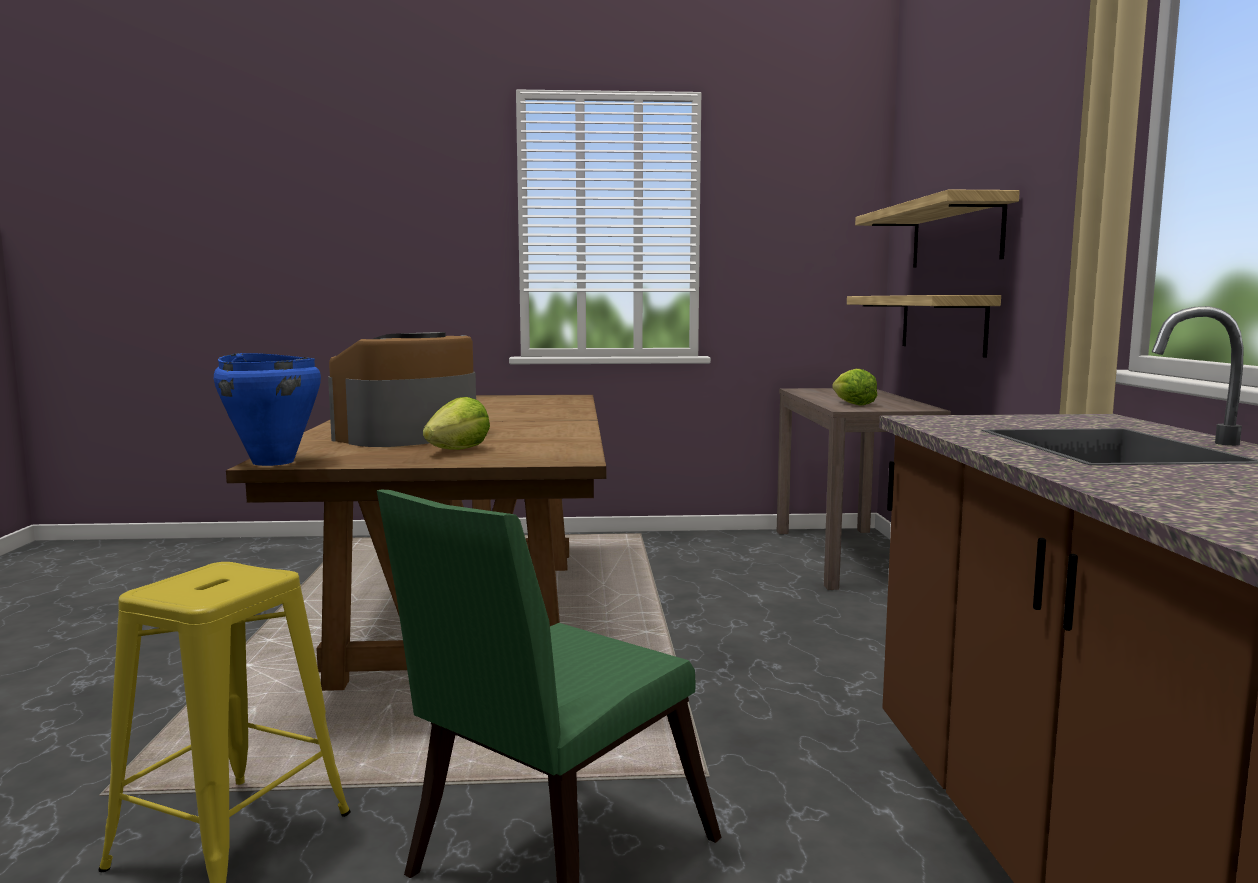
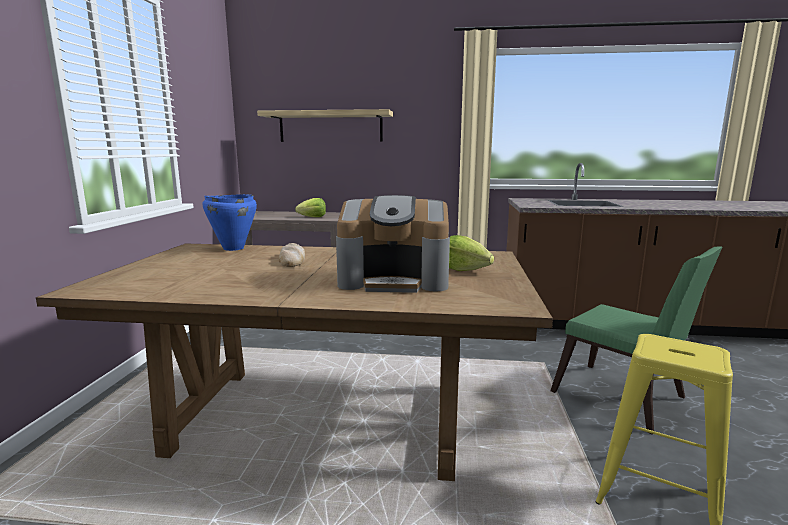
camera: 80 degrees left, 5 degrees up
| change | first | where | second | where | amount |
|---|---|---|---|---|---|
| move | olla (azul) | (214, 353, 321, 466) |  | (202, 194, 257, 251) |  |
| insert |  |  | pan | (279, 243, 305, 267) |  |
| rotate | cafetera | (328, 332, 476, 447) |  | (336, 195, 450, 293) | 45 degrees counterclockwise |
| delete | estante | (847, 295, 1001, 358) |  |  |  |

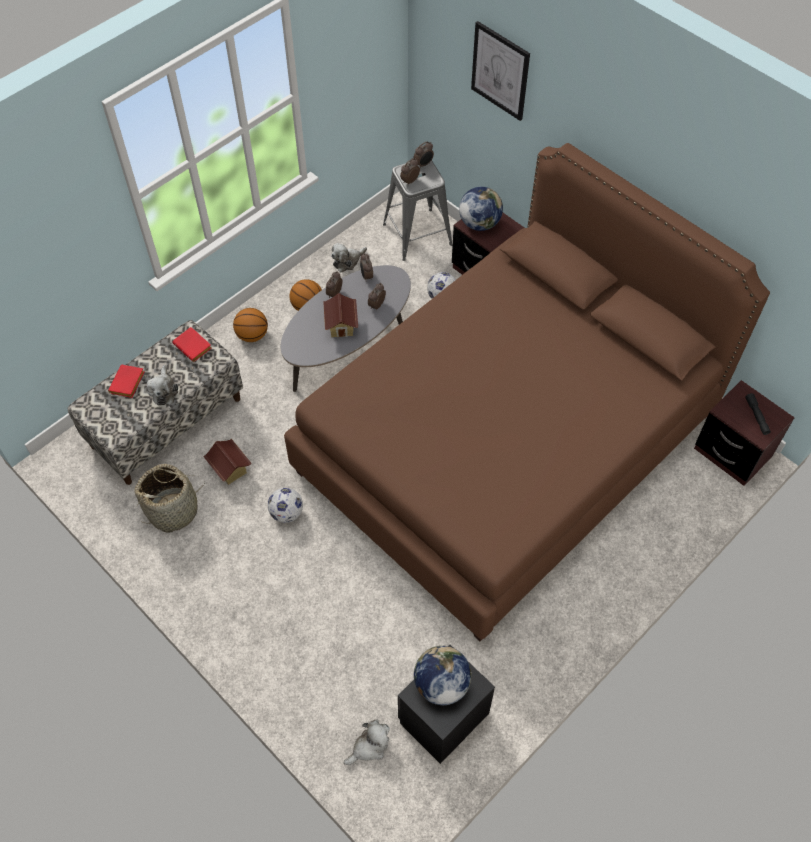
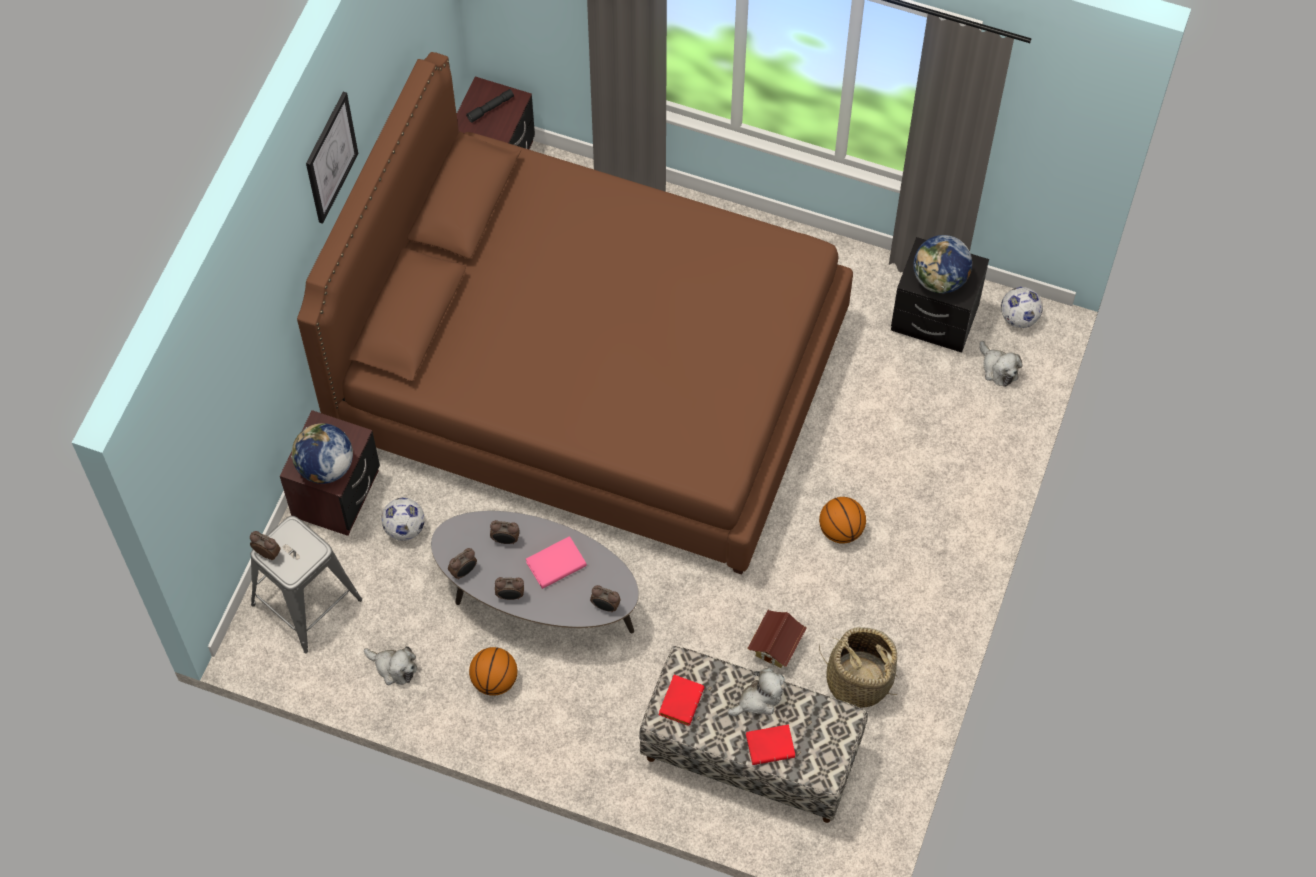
camera: 115 degrees left, 5 degrees up
| change | first | where | second | where | amount |
|---|---|---|---|---|---|
| move | cuadro | (471, 21, 530, 121) |  | (306, 92, 358, 224) |  |
| replace | casita | (323, 293, 358, 337) | libro (rosa) | (526, 536, 587, 589) |  |
| move | despertador | (400, 158, 420, 184) |  | (590, 585, 621, 613) |  |
| move | balón de baloncesto | (233, 308, 268, 342) |  | (819, 497, 866, 544) |  |
| rotate | peluche | (344, 720, 390, 765) |  | (980, 341, 1023, 387) | 150 degrees counterclockwise |
| move | balón de fútbol | (268, 488, 303, 523) |  | (1001, 287, 1043, 328) |  |

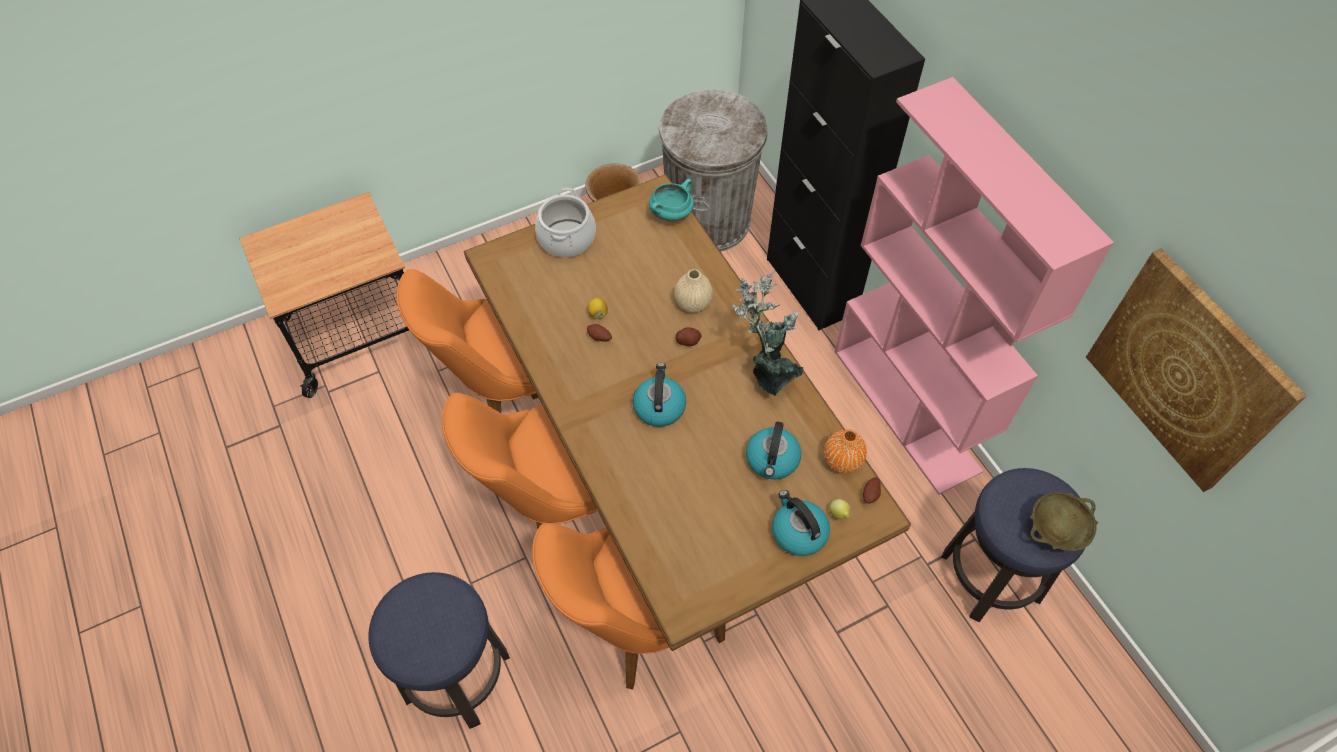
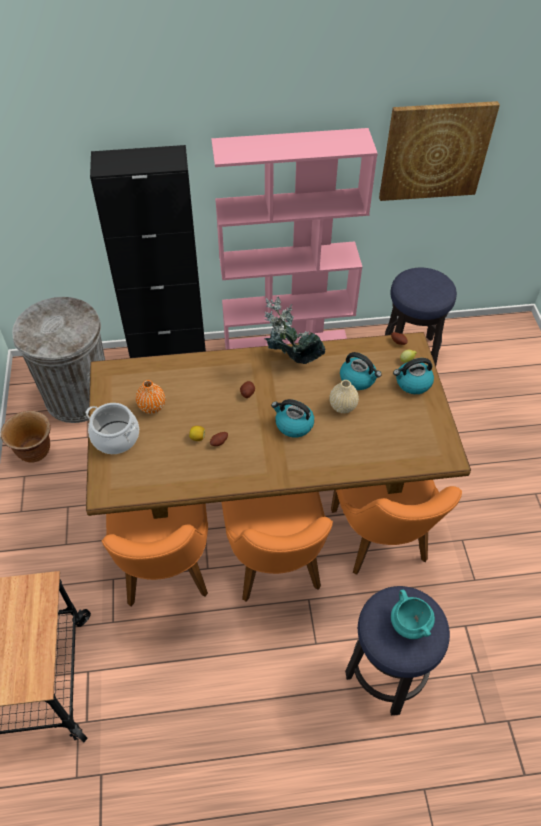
camera: 70 degrees left, 5 degrees down
| change | first | where | second | where | amount |
|---|---|---|---|---|---|
| move | florero (naranja) | (824, 429, 867, 474) |  | (136, 380, 165, 414) |  |
| move | florero (beis) | (674, 269, 713, 313) |  | (329, 380, 359, 413) |  |
| move | olla (turquesa) | (649, 179, 694, 222) |  | (391, 590, 435, 639) |  |
| delete | cuenco (beis) | (1030, 492, 1098, 551) |  |  |  |

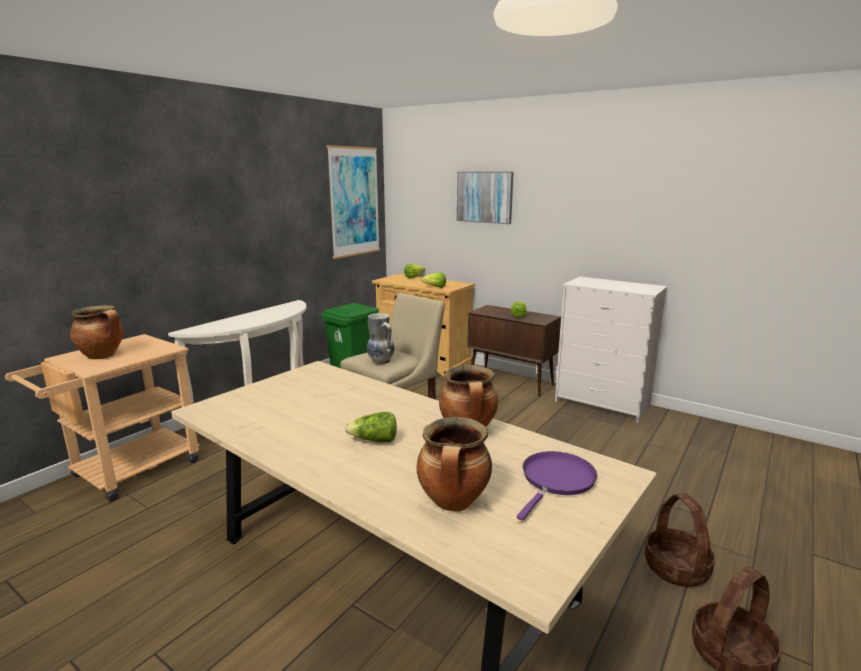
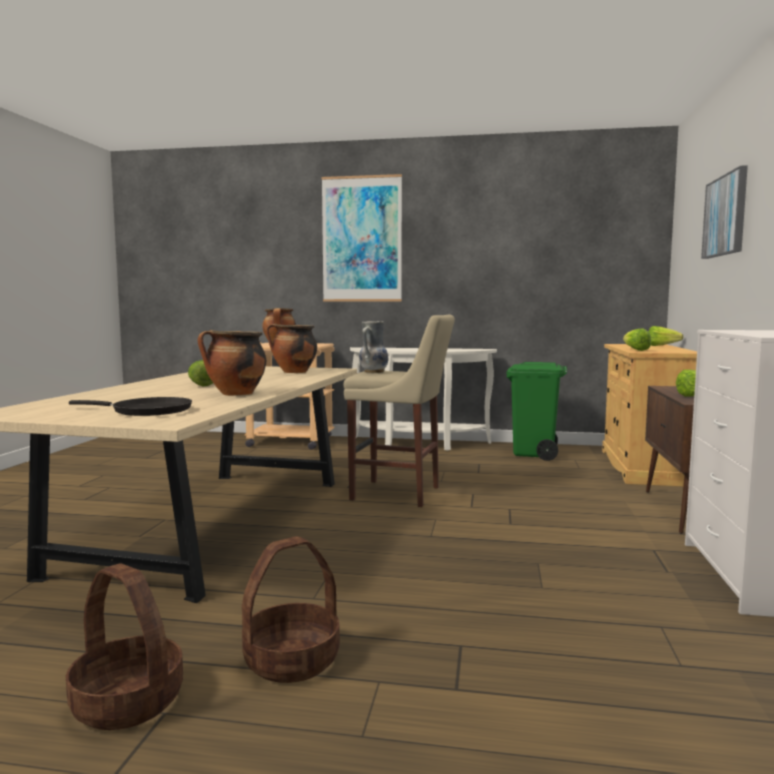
camera: 65 degrees right, 10 degrees down
| change | first | where | second | where | amount |
|---|---|---|---|---|---|
| recolor | sartén (morado) | (517, 451, 597, 521) | sartén (negro) | (69, 397, 192, 416) |  |
| move | olla | (416, 417, 492, 511) |  | (266, 324, 317, 373) |  |
| move | cuadro | (327, 145, 380, 259) |  | (321, 174, 402, 302) |  |

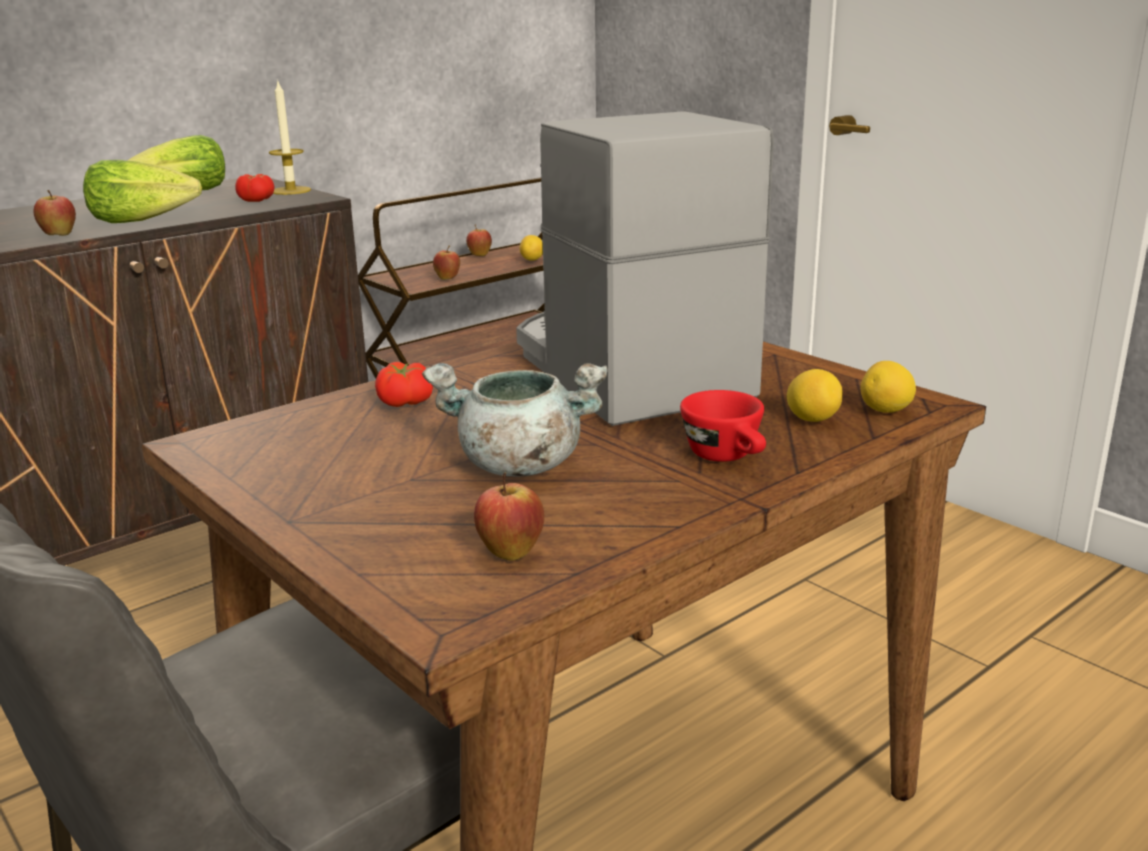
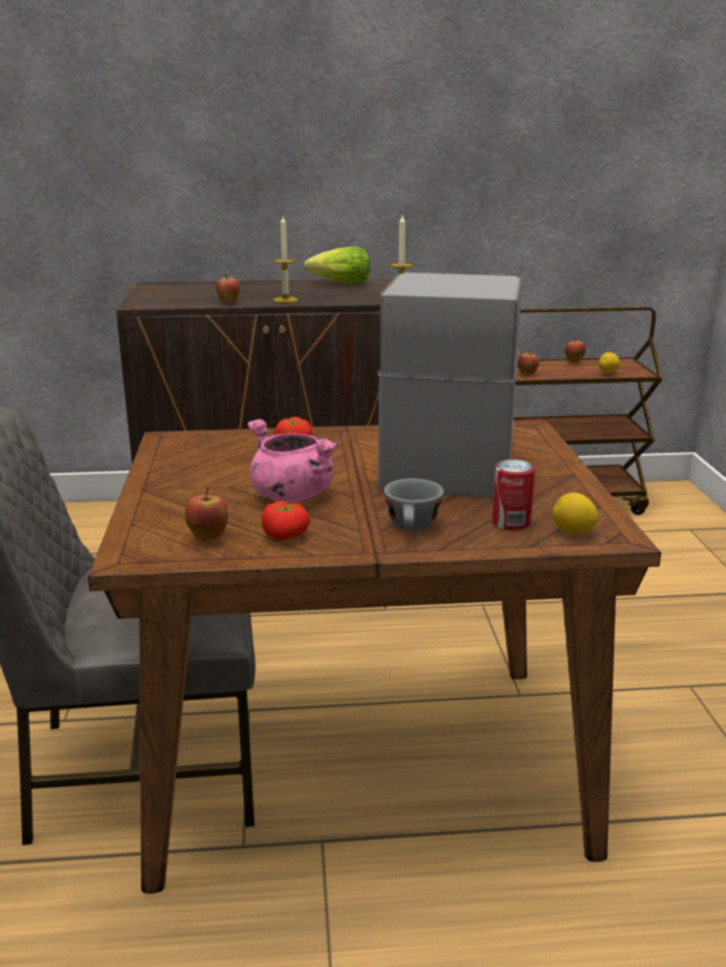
camera: 35 degrees right, 0 degrees up
| change | first | where | second | where | amount |
|---|---|---|---|---|---|
| recolor | olla (gris) | (422, 363, 608, 476) | olla (rosa) | (247, 419, 338, 503) |  |
| move | tomate | (235, 174, 274, 202) |  | (261, 501, 310, 541) |  |
| replace | lechuga | (83, 160, 202, 223) | vela | (273, 217, 298, 303) |  |
| recolor | taza (rojo) | (680, 390, 766, 462) | taza (gris) | (384, 478, 444, 531) |  |
| replace | limón | (787, 369, 843, 422) | lata | (492, 459, 535, 531) |  |

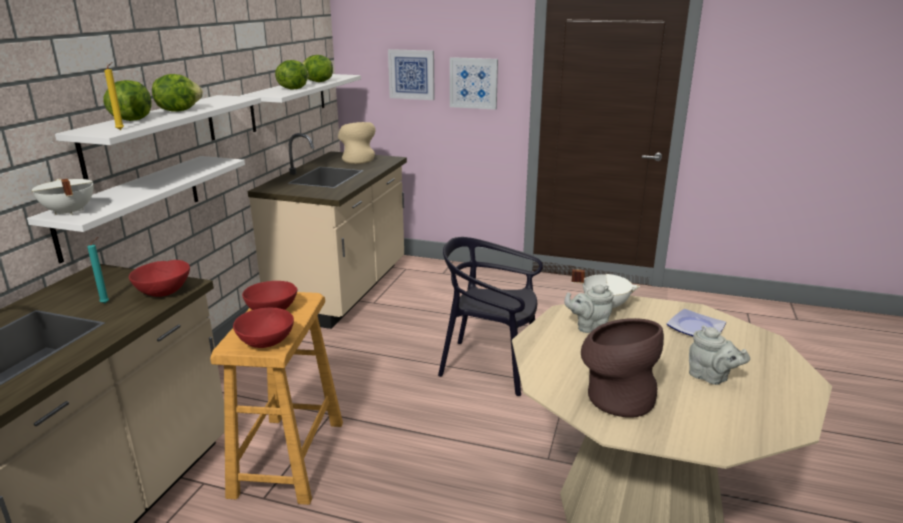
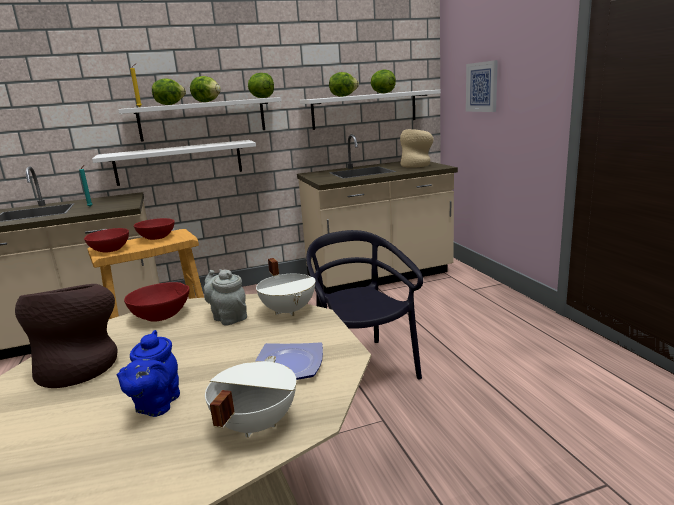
camera: 55 degrees right, 5 degrees down
| change | first | where | second | where | amount |
|---|---|---|---|---|---|
| recolor | tetera (gris) | (689, 325, 750, 385) | tetera (azul) | (116, 330, 180, 417) |  |
| move | cuenco (rojo) | (129, 260, 190, 297) |  | (124, 282, 190, 322) |  |
| move | olla (blanco) | (32, 179, 93, 215) |  | (205, 356, 297, 438) |  |
| insert |  |  | lechuga | (248, 73, 274, 98) |  |
| delete | cuadro | (450, 57, 498, 110) |  |  |  |

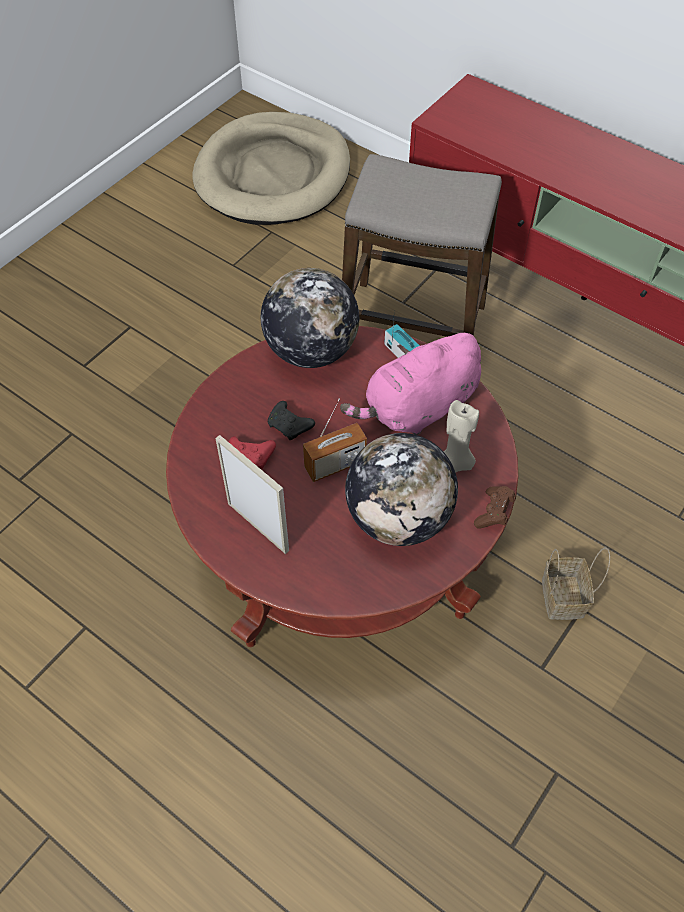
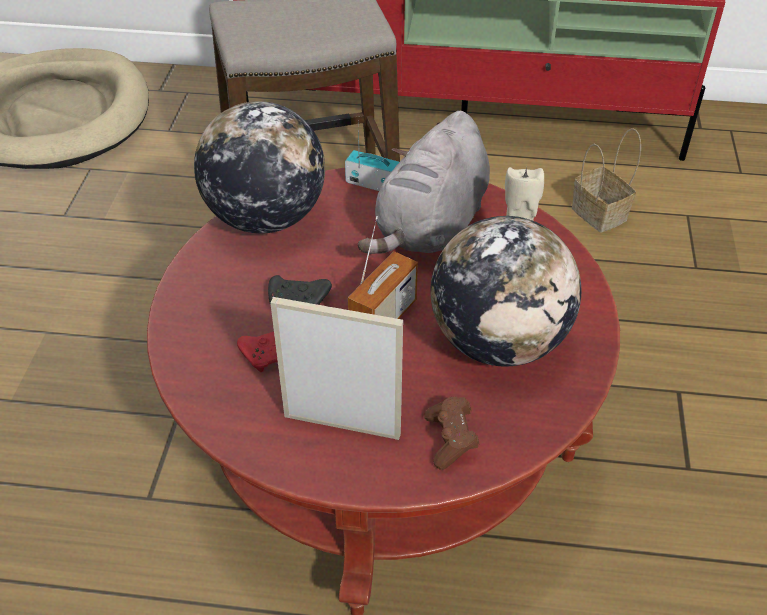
camera: 30 degrees left, 10 degrees down
| change | first | where | second | where | amount |
|---|---|---|---|---|---|
| recolor | peluche (rosa) | (340, 332, 481, 435) | peluche (gris) | (358, 111, 490, 254) |  |
| move | mando de consola (marrón) | (474, 486, 516, 528) |  | (424, 397, 479, 470) |  |
| move | cesta | (542, 547, 610, 620) |  | (572, 128, 641, 232) |  |

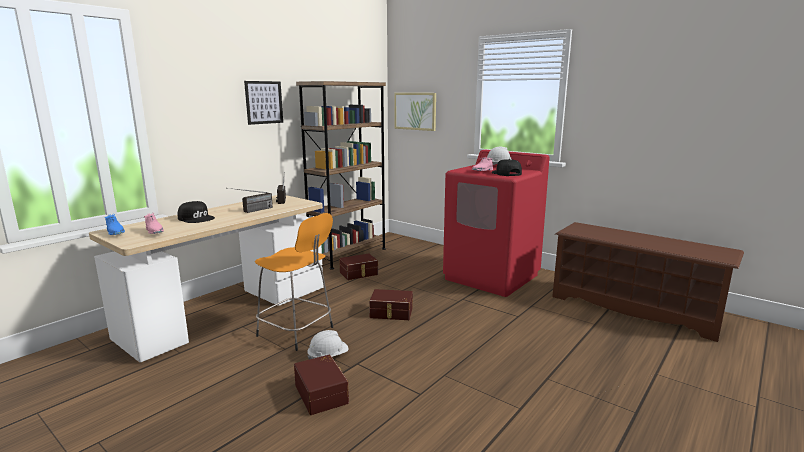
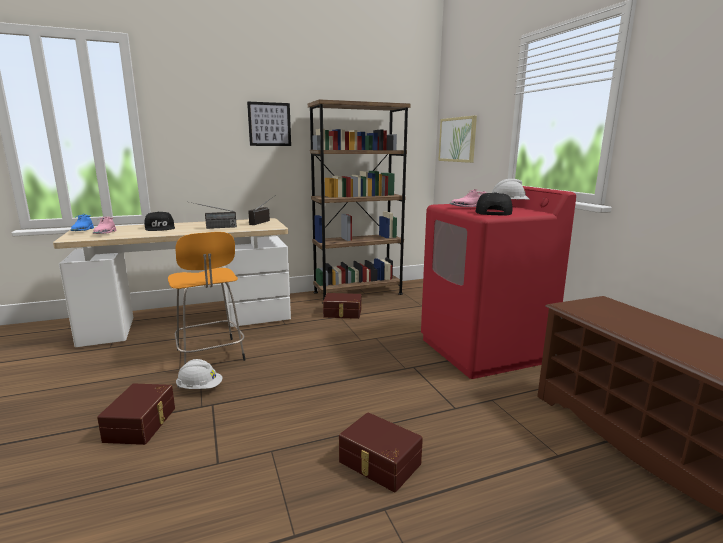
camera: 30 degrees right, 0 degrees up
| change | first | where | second | where | amount |
|---|---|---|---|---|---|
| move | caja de almacenaje (marrón) | (369, 289, 413, 320) |  | (339, 412, 423, 492) |  |

